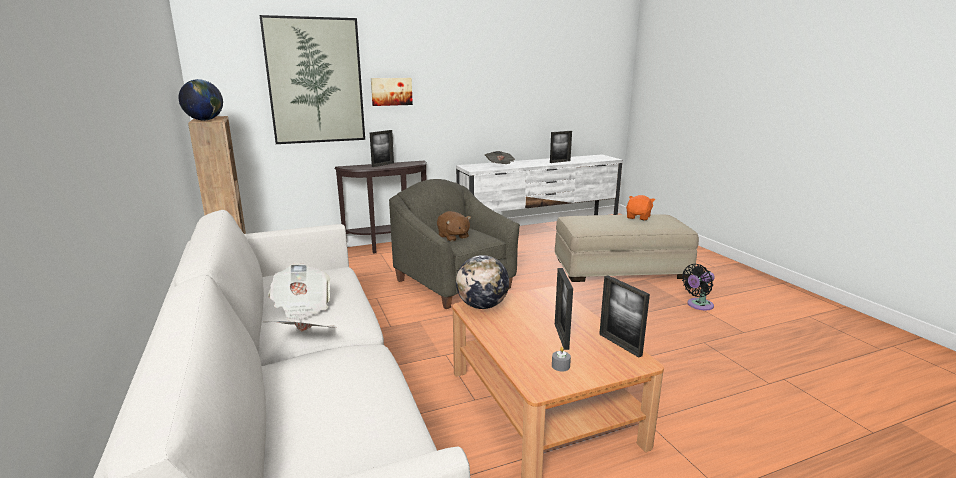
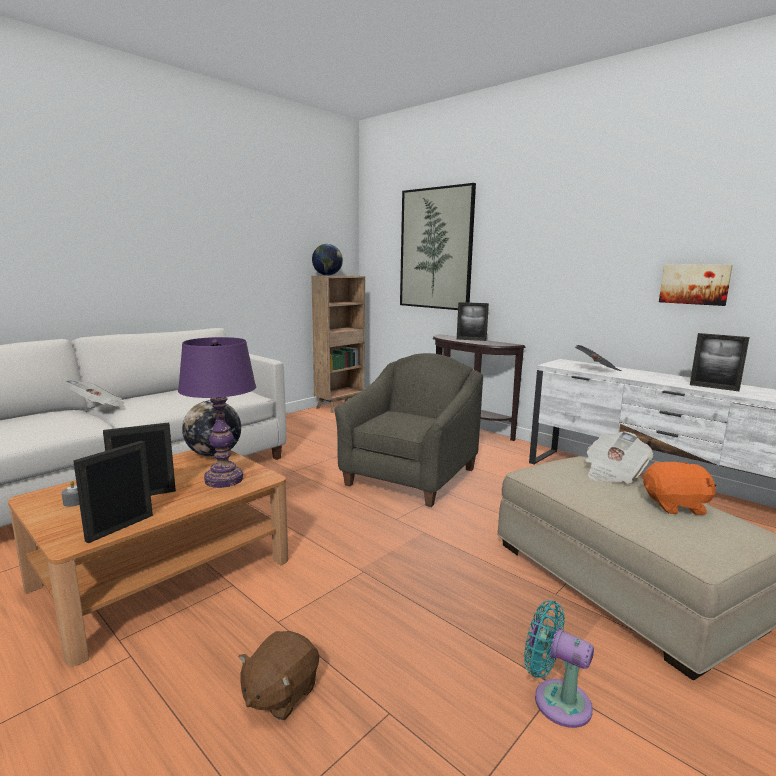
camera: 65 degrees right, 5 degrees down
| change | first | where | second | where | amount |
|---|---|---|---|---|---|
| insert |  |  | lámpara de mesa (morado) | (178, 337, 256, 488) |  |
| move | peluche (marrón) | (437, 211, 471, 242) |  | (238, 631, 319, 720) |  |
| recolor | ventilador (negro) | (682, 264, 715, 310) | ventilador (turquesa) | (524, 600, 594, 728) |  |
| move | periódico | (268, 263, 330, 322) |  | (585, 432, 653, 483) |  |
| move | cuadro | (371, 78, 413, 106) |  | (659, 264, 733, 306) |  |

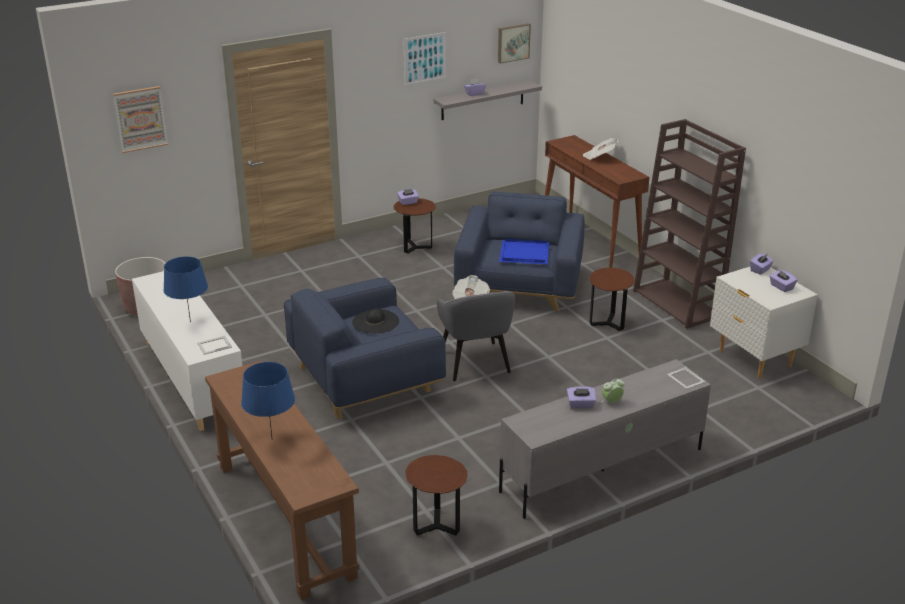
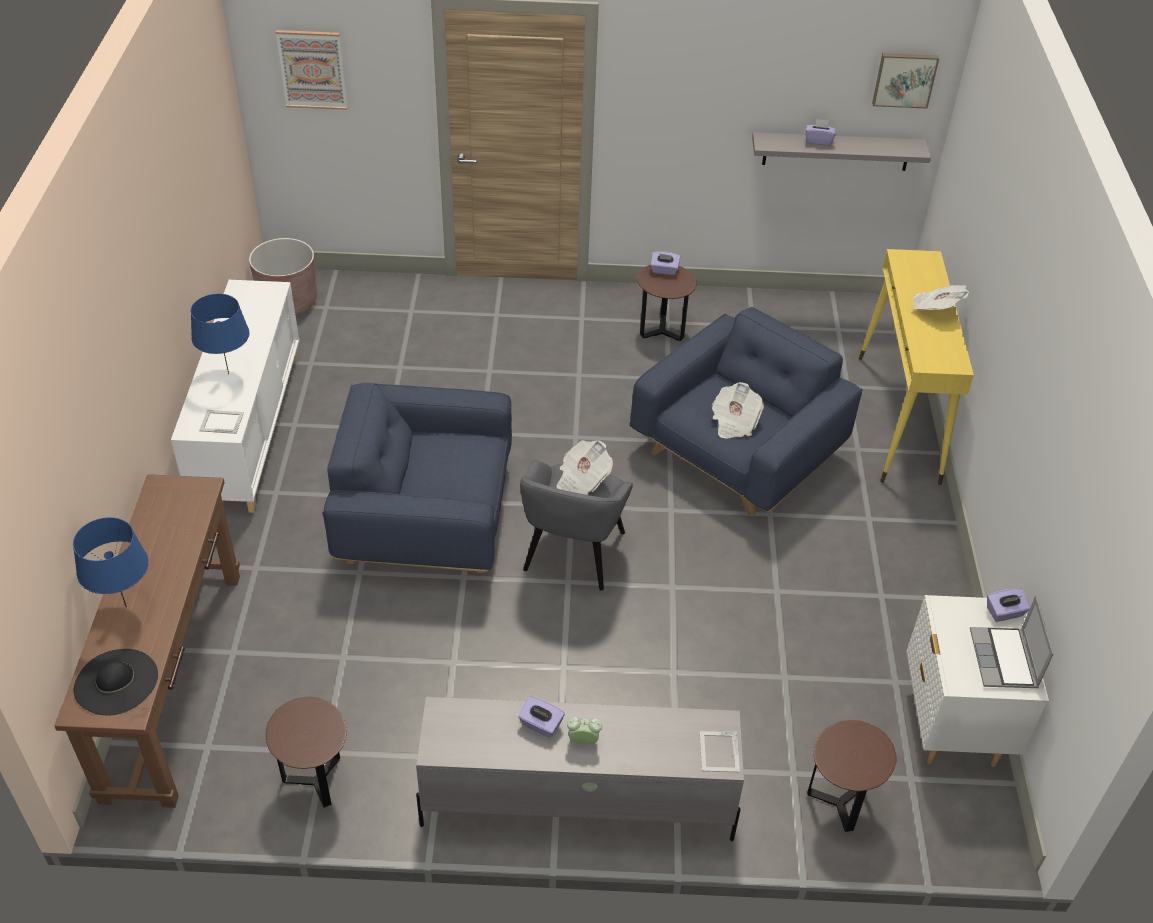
camera: 30 degrees right, 15 degrees up
| change | first | where | second | where | amount |
|---|---|---|---|---|---|
| move | sombrero (negro) | (352, 308, 399, 333) |  | (74, 649, 158, 716) |  |
| replace | bandeja (azul) | (499, 239, 549, 265) | periódico | (712, 382, 764, 439) |  |
| move | mesa auxiliar (marrón) | (589, 268, 634, 331) |  | (807, 720, 897, 832) |  |
| recolor | mesa consola (marrón) | (545, 135, 649, 268) | mesa consola (amarillo) | (859, 249, 974, 485) |  |
| replace | caja de pañuelos (morado) | (769, 269, 797, 292) | portátil | (970, 596, 1054, 688) |  |
| delete | cuadro | (404, 32, 446, 86) |  |  |  |
| delete | estantería (marrón) | (633, 119, 746, 329) |  |  |  |

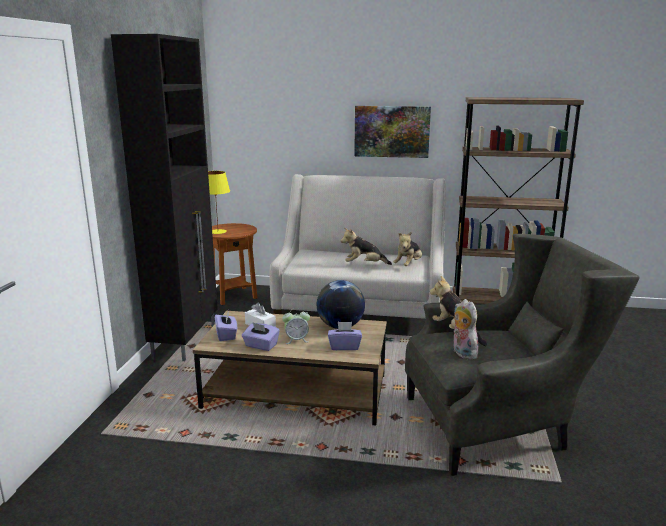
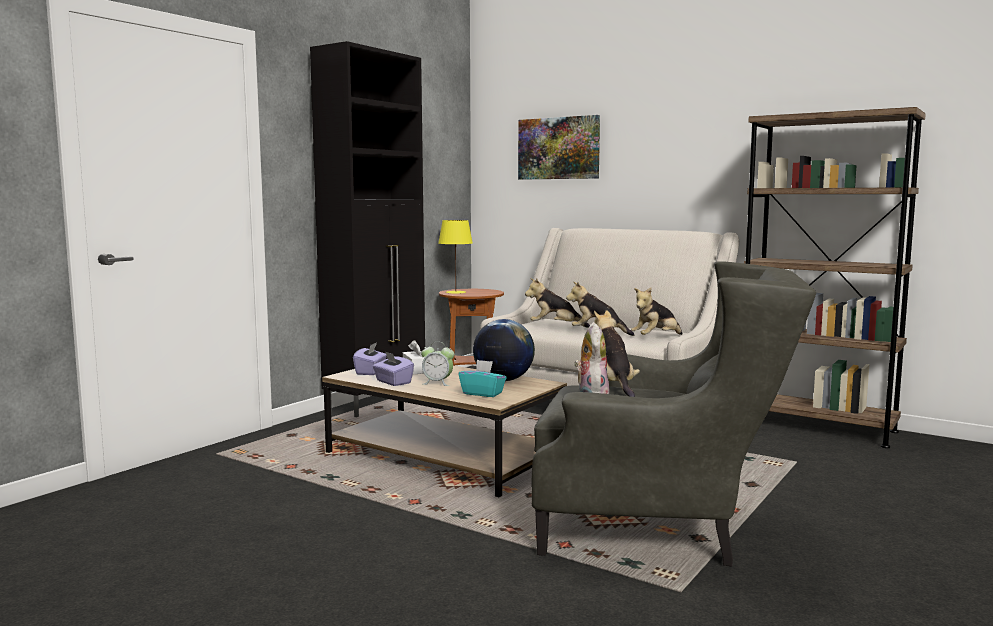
camera: 25 degrees right, 10 degrees down
| change | first | where | second | where | amount |
|---|---|---|---|---|---|
| recolor | caja de pañuelos (morado) | (328, 322, 362, 350) | caja de pañuelos (turquesa) | (459, 360, 507, 397) |  |
| move | cuadro | (354, 106, 431, 158) |  | (518, 115, 600, 180) |  |
| insert |  |  | peluche | (525, 278, 590, 328) |  |

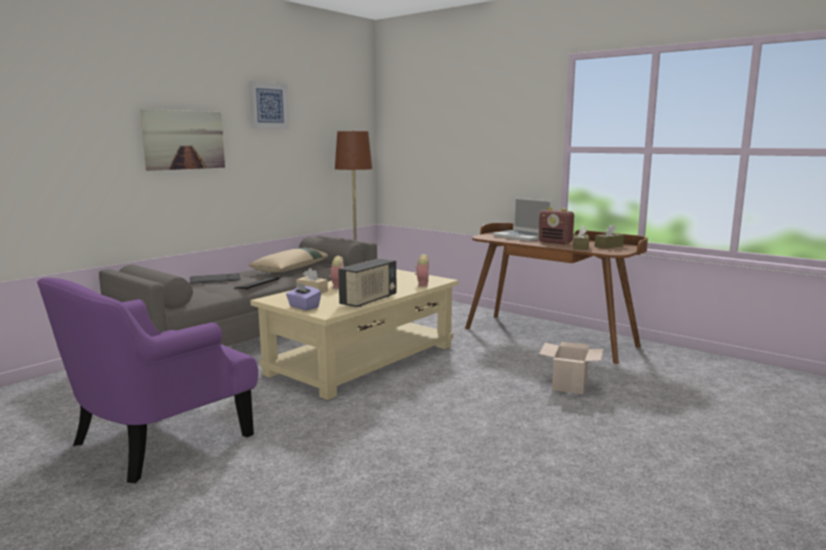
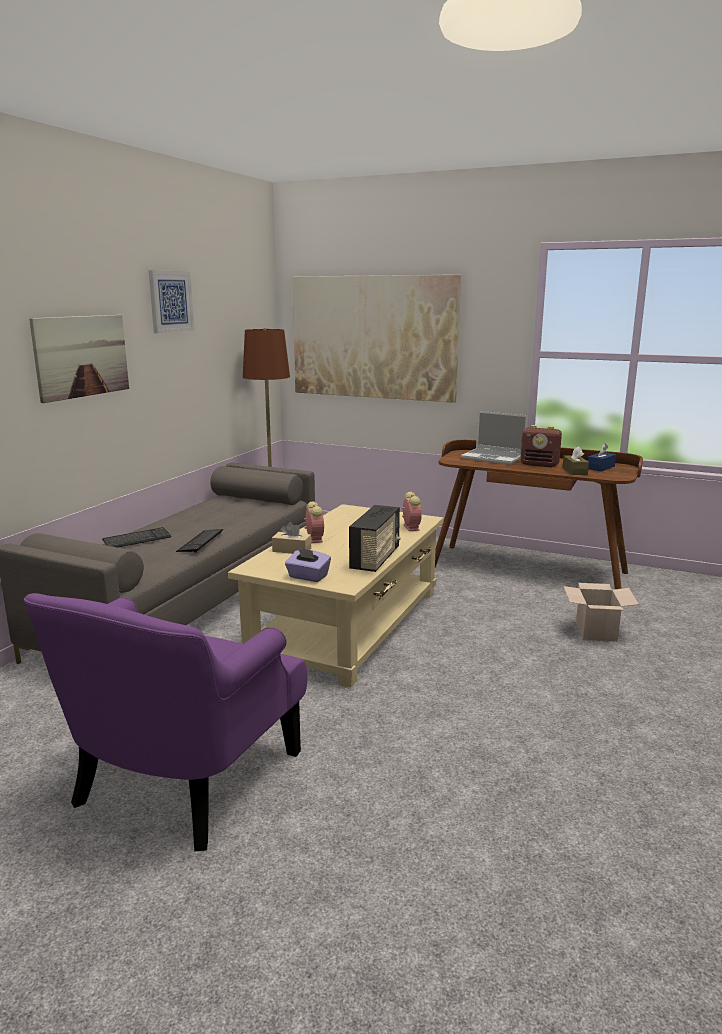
camera: 15 degrees left, 5 degrees up
| change | first | where | second | where | amount |
|---|---|---|---|---|---|
| insert |  |  | cuadro | (292, 275, 461, 403) |  |
| recolor | caja de pañuelos (marrón) | (595, 224, 624, 249) | caja de pañuelos (azul) | (588, 443, 616, 471) |  |
| delete | cojín (beis) | (249, 248, 328, 272) |  |  |  |

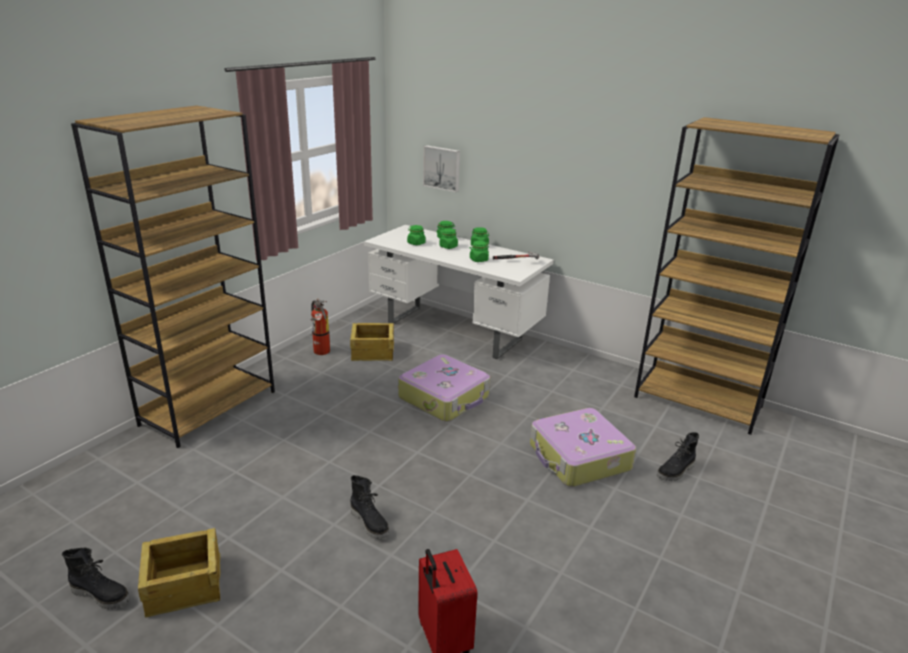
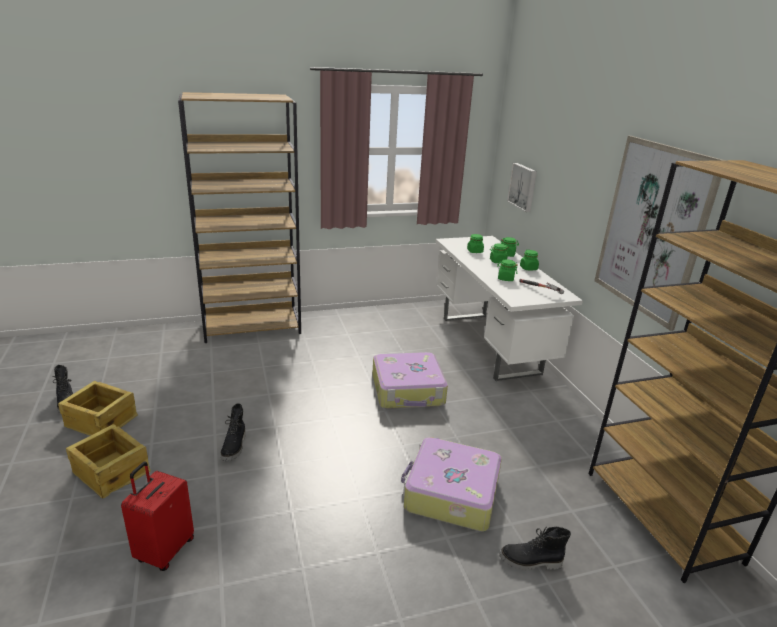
camera: 40 degrees right, 0 degrees up
| change | first | where | second | where | amount |
|---|---|---|---|---|---|
| move | caja de embalaje | (350, 323, 394, 361) |  | (66, 424, 151, 499) |  |
| insert |  |  | cuadro | (594, 136, 723, 331) |  |
| delete | extintor | (311, 299, 330, 355) |  |  |  |

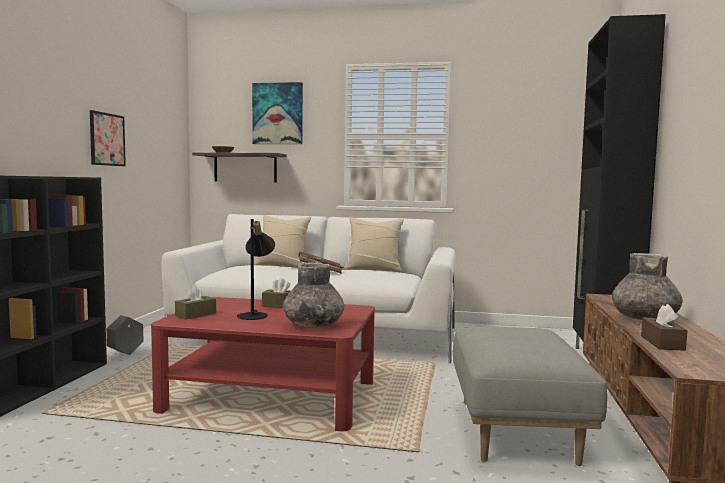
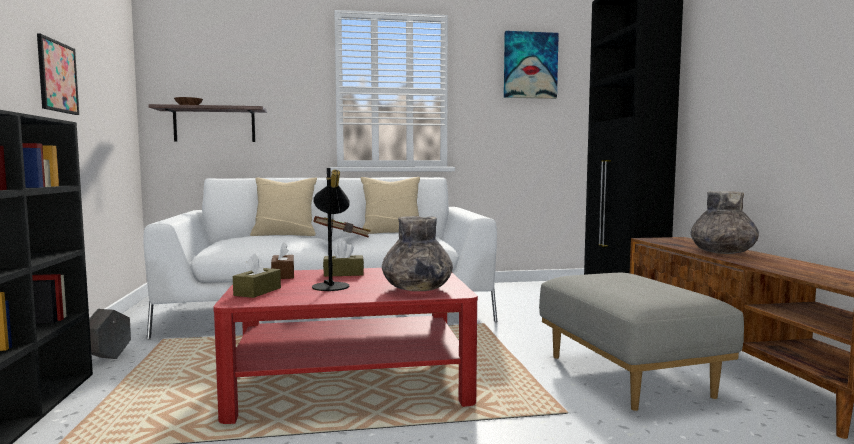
camera: 20 degrees left, 0 degrees up
| change | first | where | second | where | amount |
|---|---|---|---|---|---|
| move | caja de pañuelos (marrón) | (641, 304, 687, 351) |  | (271, 242, 294, 279) |  |
| move | cuadro | (252, 82, 303, 144) |  | (504, 31, 559, 99) |  |

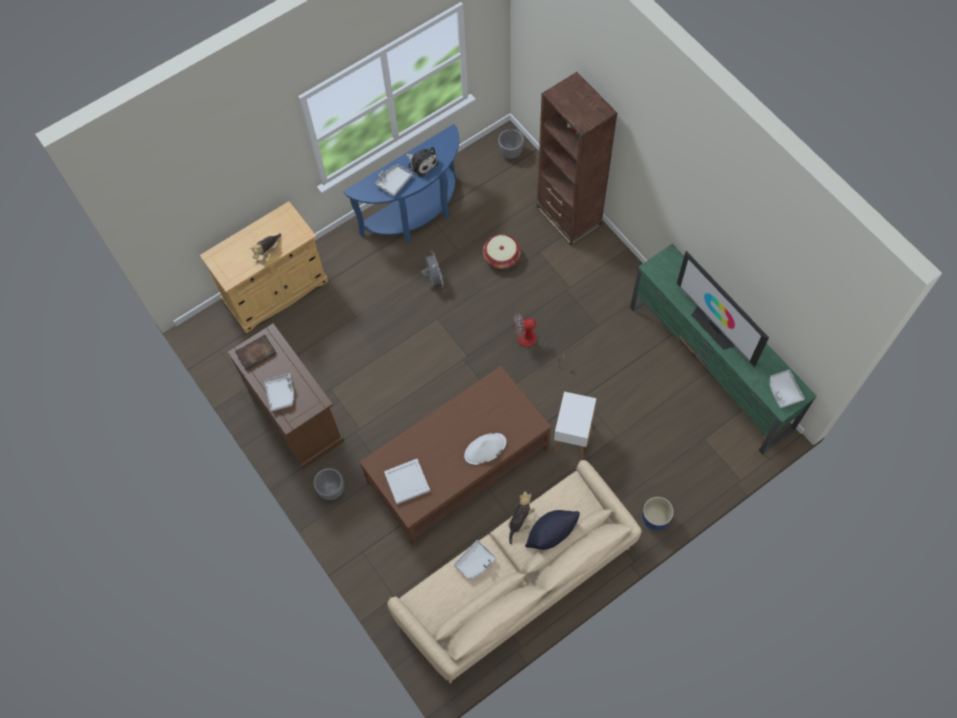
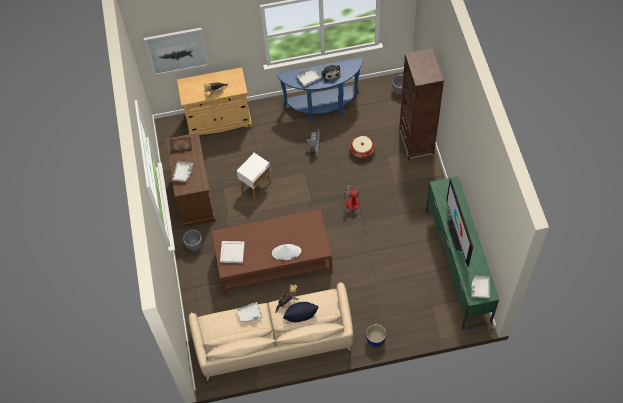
camera: 25 degrees right, 5 degrees down
| change | first | where | second | where | amount |
|---|---|---|---|---|---|
| insert |  |  | cuadro | (144, 28, 209, 76) |  |
| move | mesa auxiliar (blanco) | (554, 392, 596, 459) |  | (237, 153, 271, 199) |  |

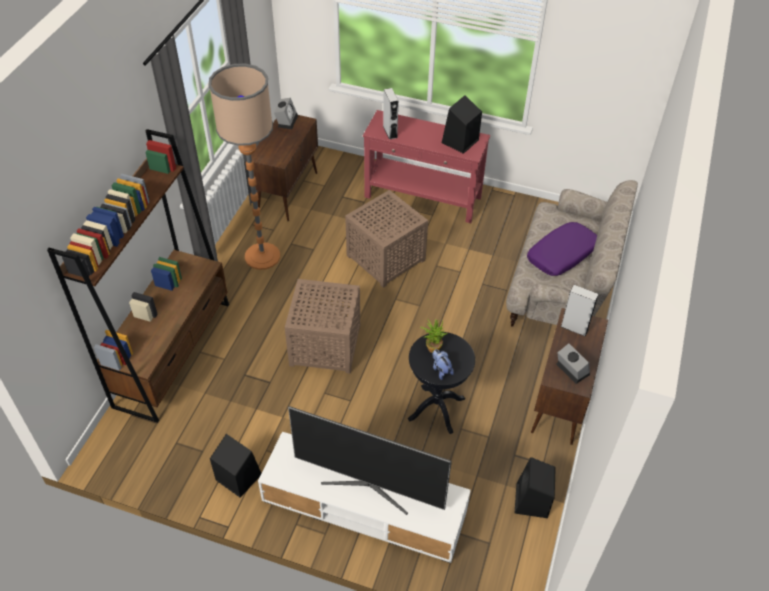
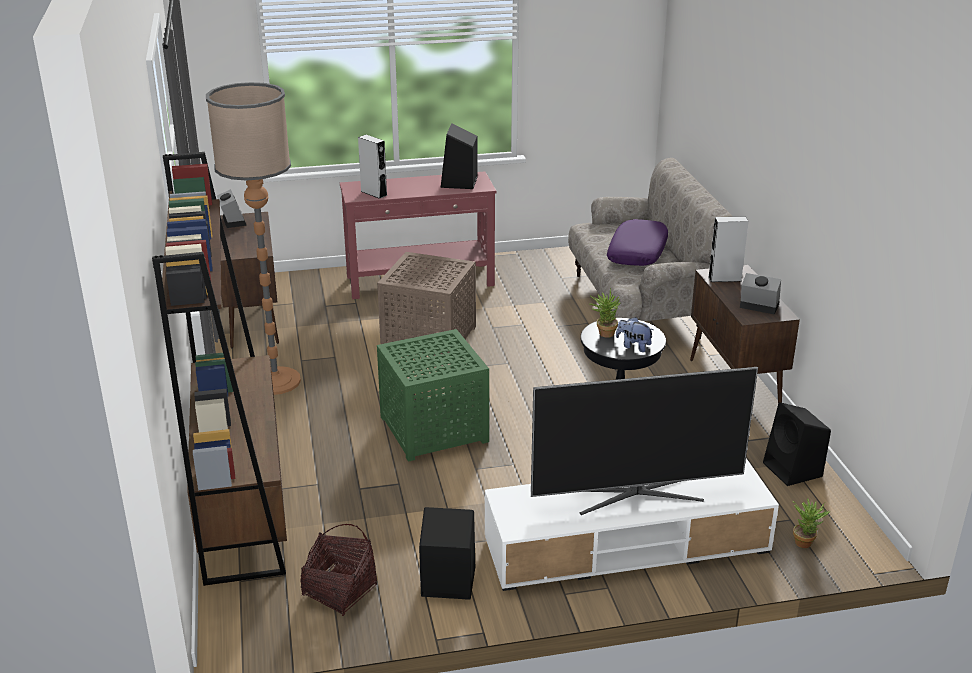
camera: 30 degrees left, 20 degrees down
| change | first | where | second | where | amount |
|---|---|---|---|---|---|
| insert |  |  | cesta | (300, 524, 377, 616) |  |
| recolor | mesa auxiliar (marrón) | (285, 279, 360, 374) | mesa auxiliar (verde) | (377, 329, 489, 462) |  |
| insert |  |  | planta en maceta | (792, 498, 831, 548) |  |

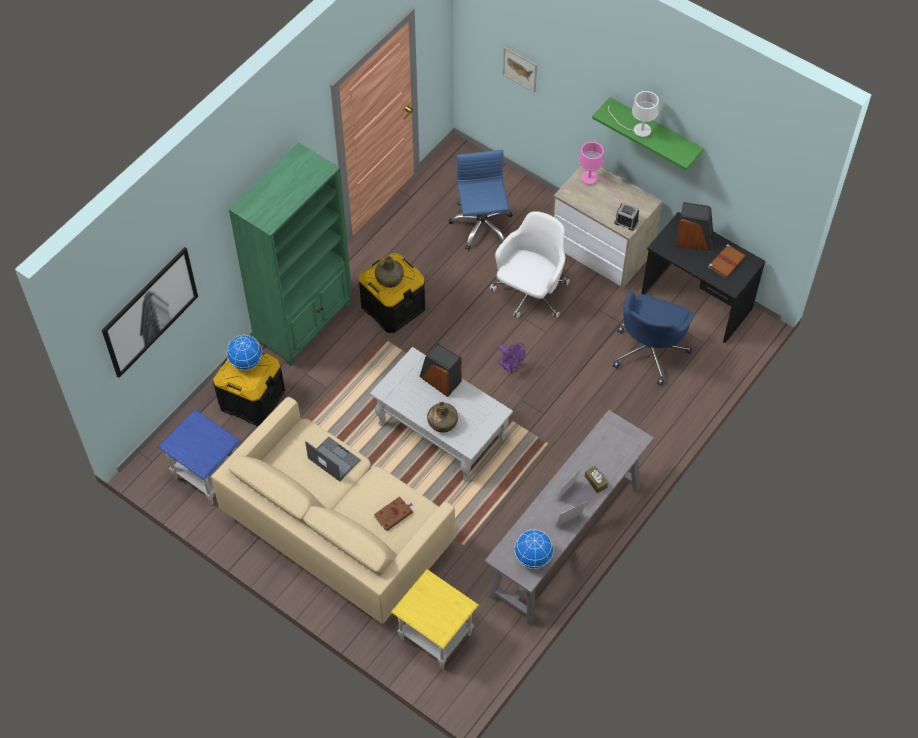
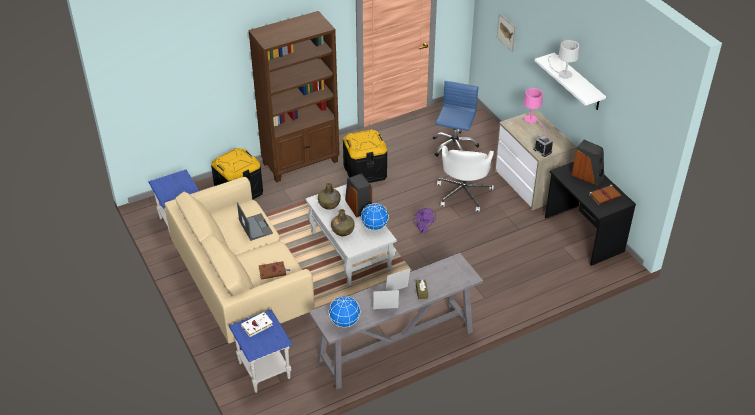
camera: 25 degrees right, 15 degrees down
| change | first | where | second | where | amount |
|---|---|---|---|---|---|
| recolor | mesa auxiliar (amarillo) | (391, 569, 479, 669) | mesa auxiliar (azul) | (229, 309, 293, 393) |  |
| insert |  |  | libro (blanco) | (240, 312, 273, 337) |  |
| recolor | estantería (verde) | (228, 142, 352, 366) | estantería (marrón) | (248, 11, 339, 182) |  |
| move | botella (verde) | (375, 256, 404, 288) |  | (318, 182, 341, 210) |  |
| move | globo terráqueo | (227, 335, 262, 370) |  | (361, 203, 389, 230) |  |
| rotate | silla de oficina (blanco) | (490, 211, 570, 318) |  | (437, 146, 494, 212) | 135 degrees clockwise |
| recolor | estante (verde) | (592, 97, 704, 170) | estante (blanco) | (535, 52, 606, 110) |  |
| delete | cuadro | (102, 247, 198, 378) |  |  |  |
| delete | silla de oficina (azul) | (613, 291, 695, 386) |  |  |  |

